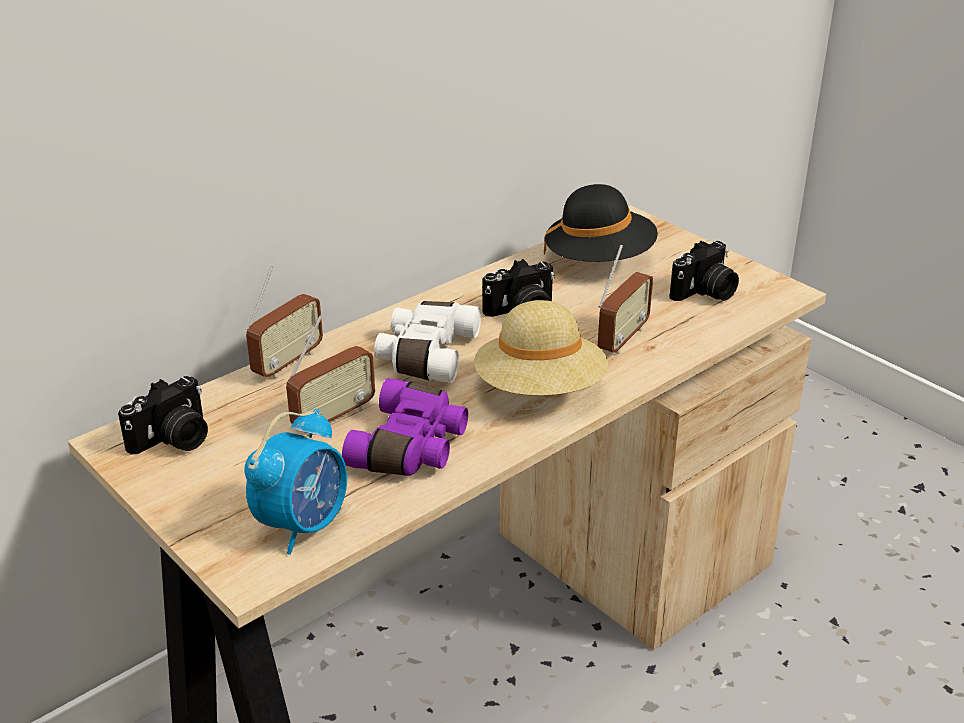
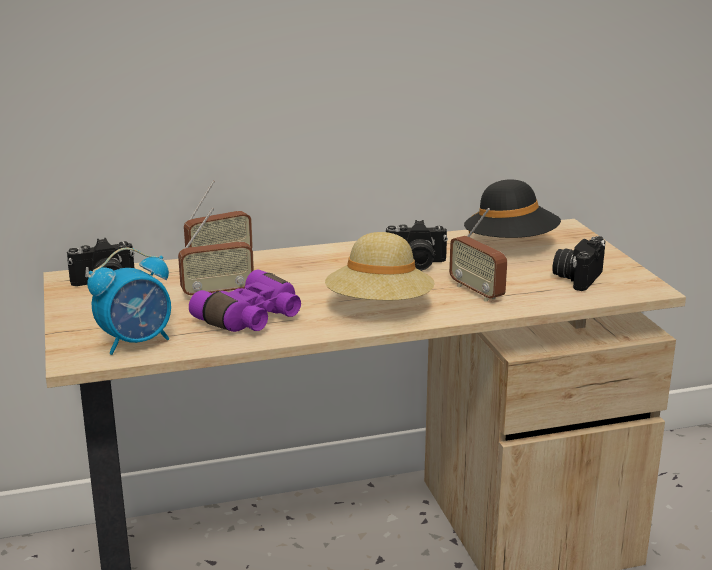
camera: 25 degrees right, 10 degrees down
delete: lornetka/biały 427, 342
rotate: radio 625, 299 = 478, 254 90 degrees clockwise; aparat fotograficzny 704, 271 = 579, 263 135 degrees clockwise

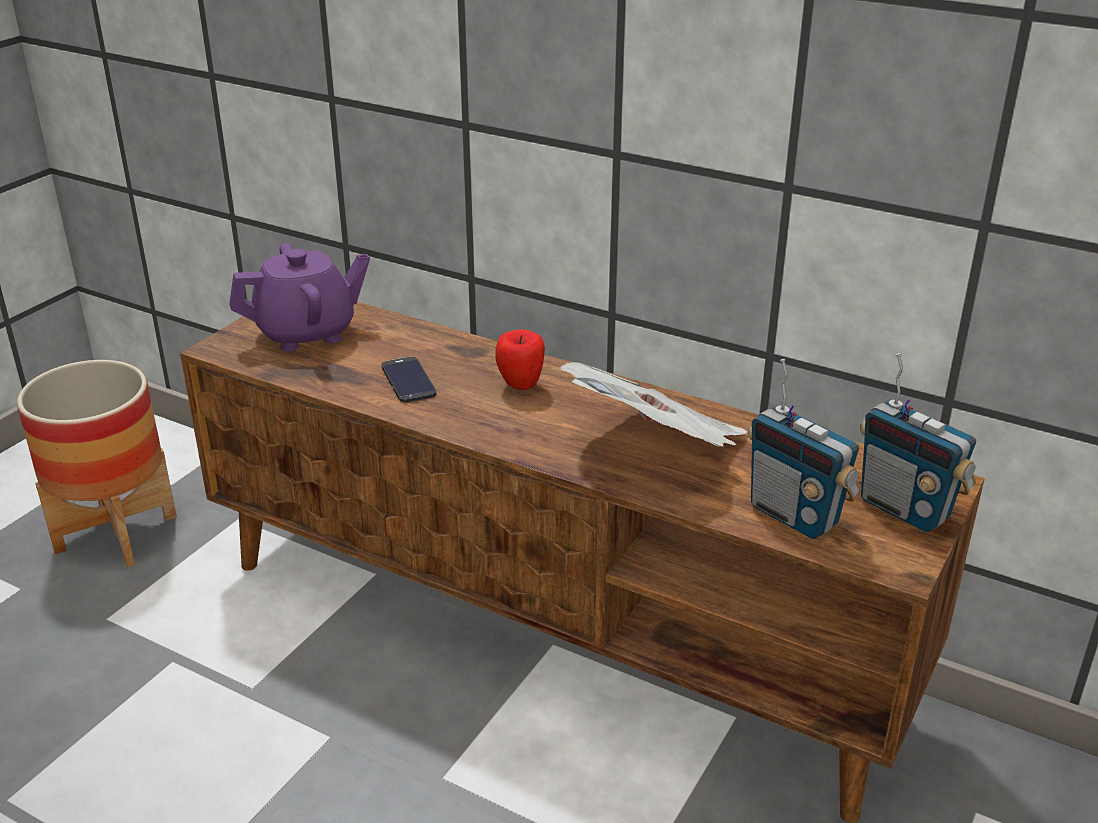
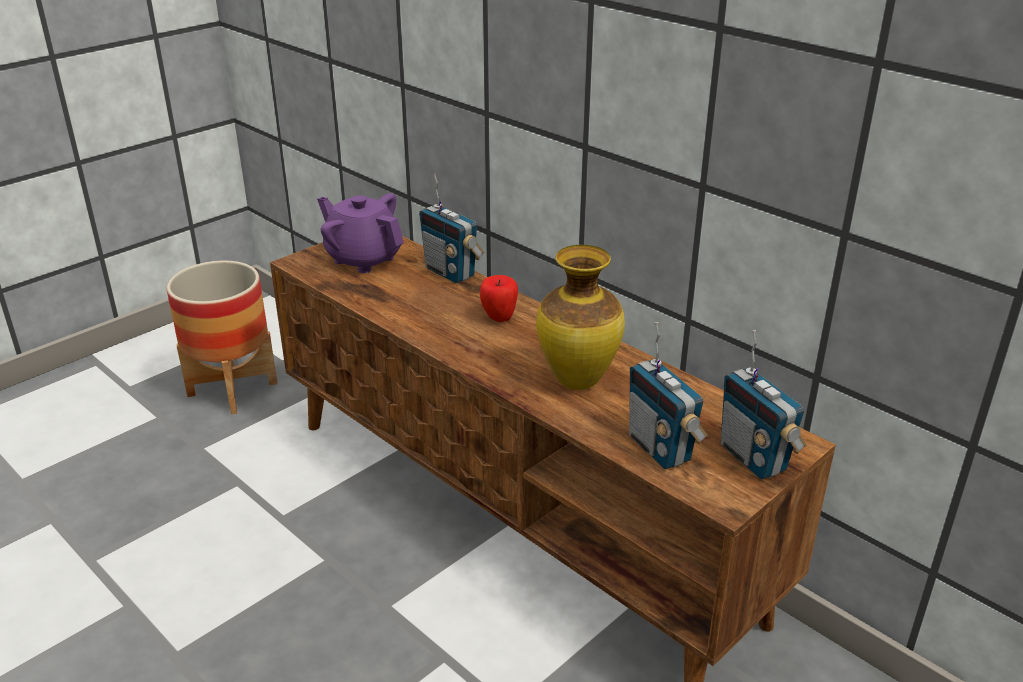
camera: 15 degrees right, 0 degrees up
delete: telefon 409, 380
insert: radio 451, 228
replace: gazeta 654, 405 to wazon 580, 317
rotate: imbryk/fioletowy 299, 297 = 360, 233 135 degrees counterclockwise

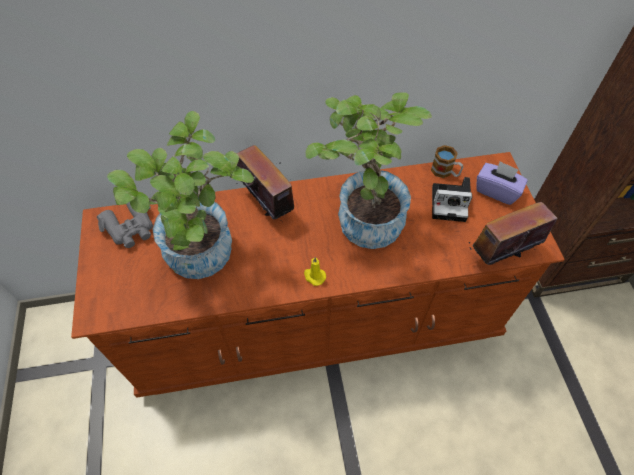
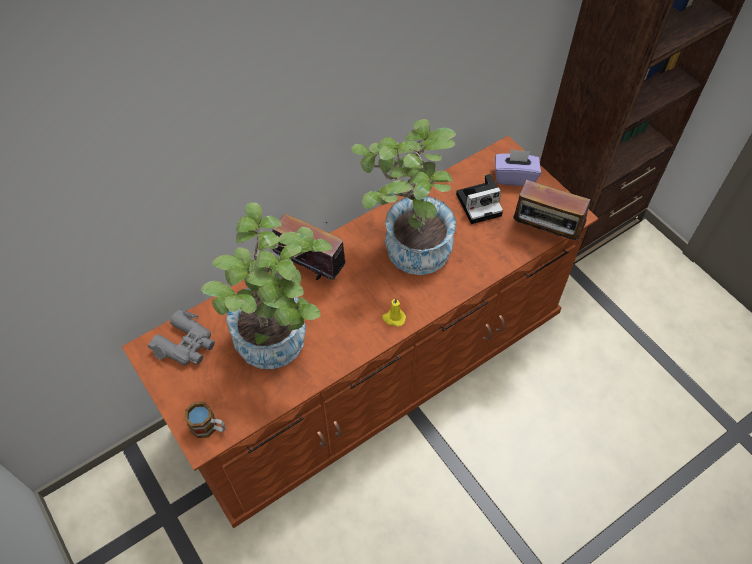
camera: 25 degrees left, 0 degrees up
move: kubek 447, 161 to 205, 419
rotate: radio 513, 230 = 551, 212 105 degrees counterclockwise

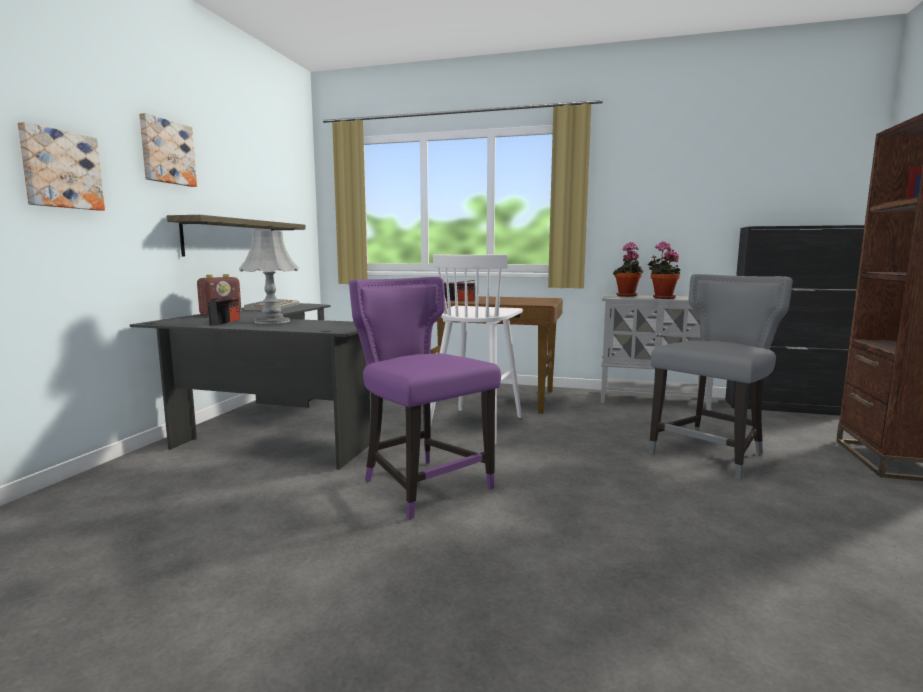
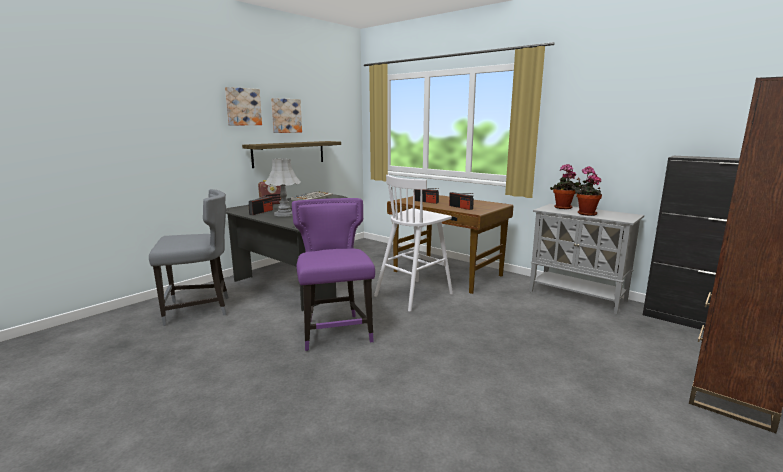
camera: 25 degrees right, 5 degrees up
insert: radio 461, 201
move: obraz 61, 166 to 286, 115; krzesło/szary 721, 377 to 189, 257

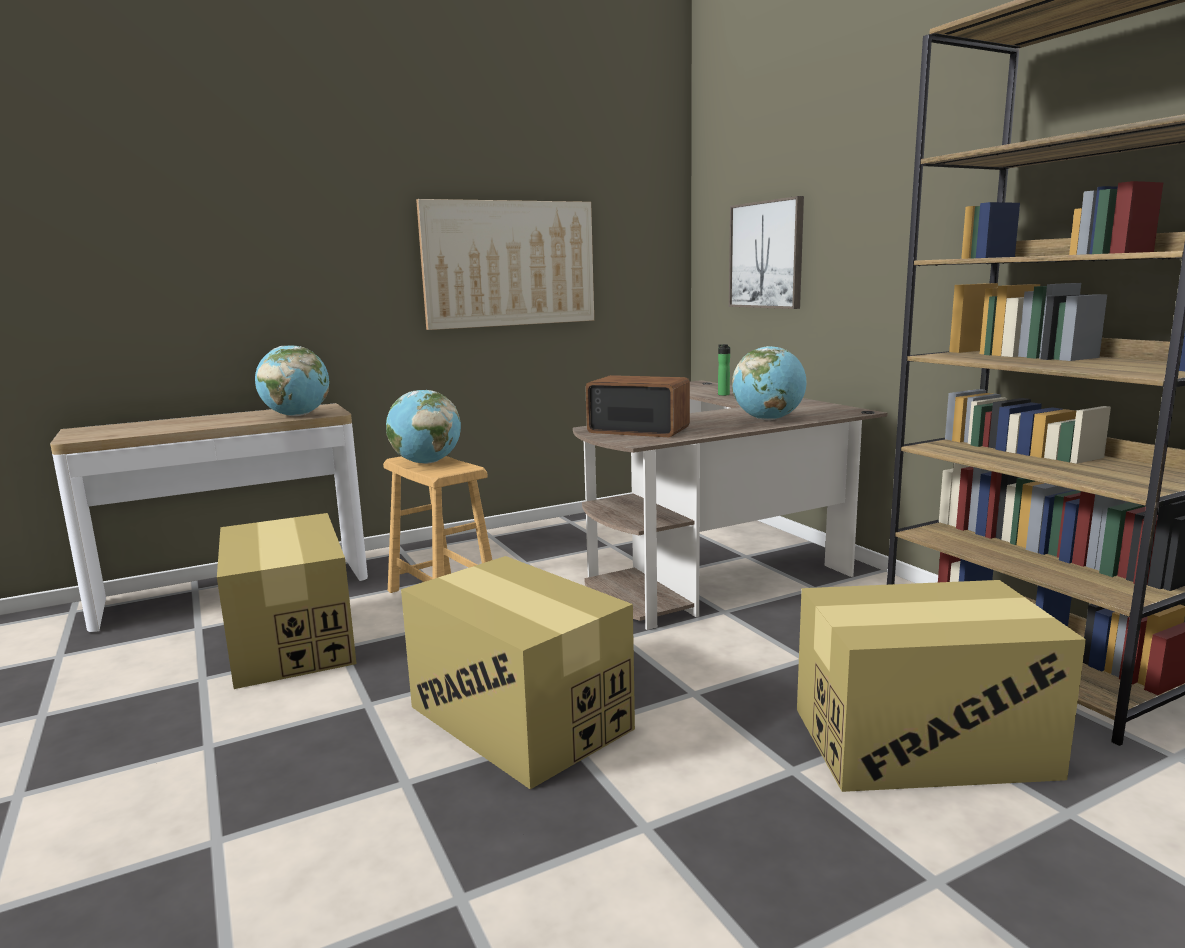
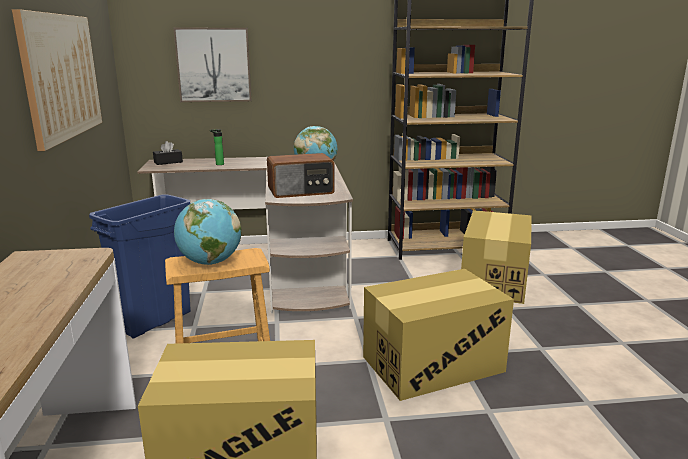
camera: 70 degrees left, 5 degrees up
delete: globus 292, 381
insert: kosz na śmieci/niebieski 140, 266; pudełko chusteczek/czarny 168, 153
rotate: radio 637, 406 = 301, 175 150 degrees counterclockwise

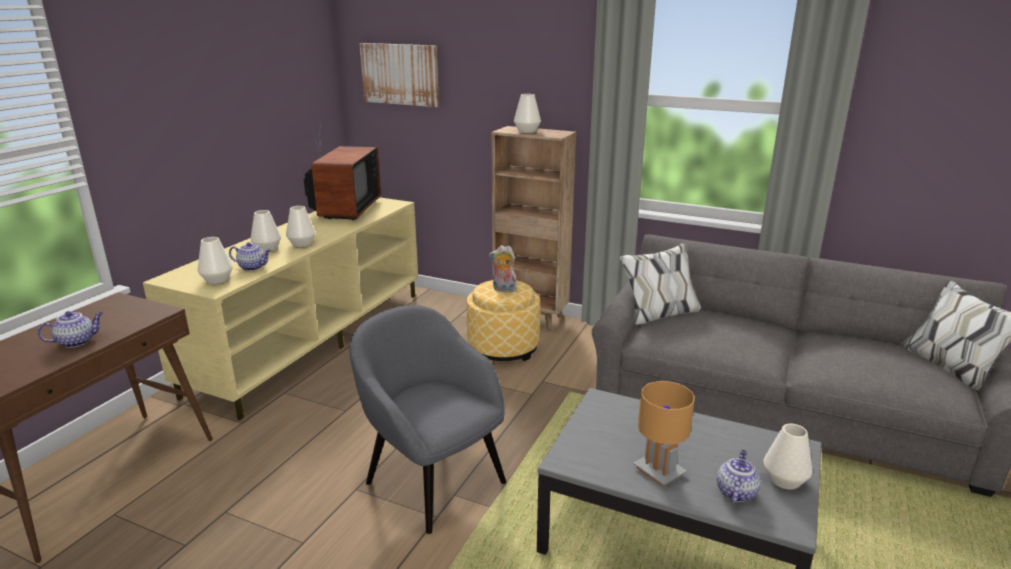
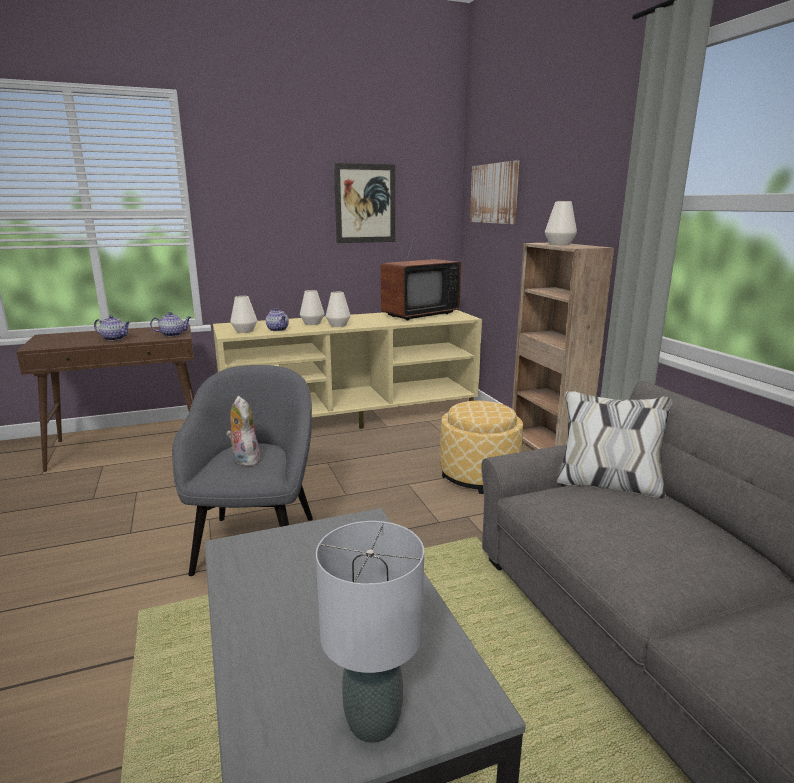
camera: 45 degrees right, 5 degrees down
delete: lampa stołowa/brązowy 664, 434
insert: obraz 364, 203
move: pluszak 503, 268 to 243, 431; imbryk 738, 476 to 170, 324
replace: wazon/biały 788, 457 to lampa stołowa/szary 370, 632

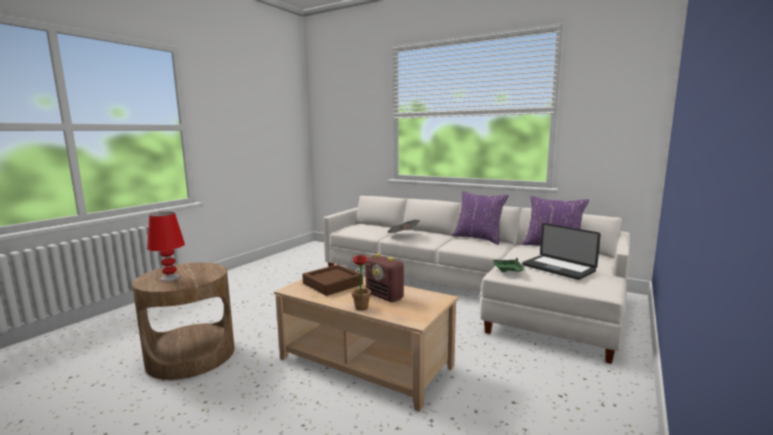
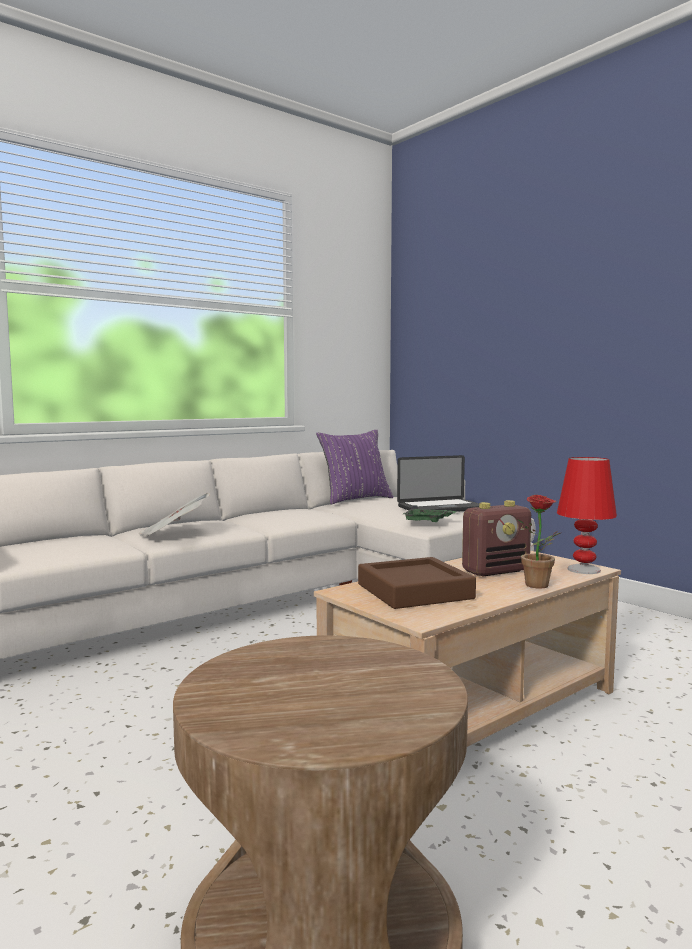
camera: 70 degrees left, 5 degrees down
delete: poduszka/fioletowy 480, 218
move: lampa stołowa/czerwony 166, 246 to 587, 515

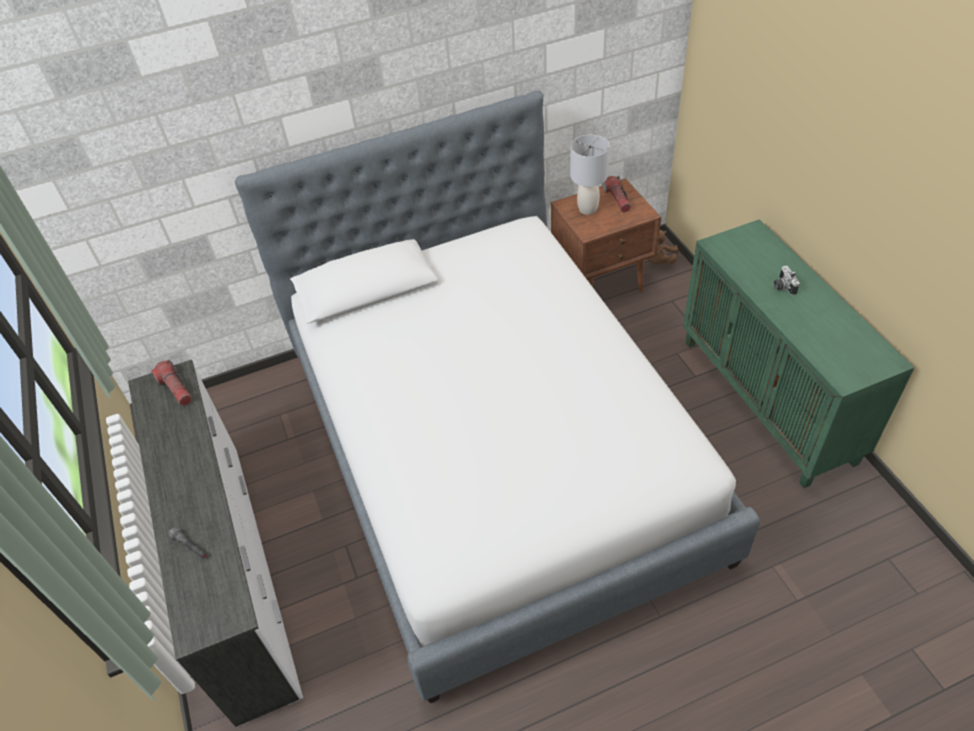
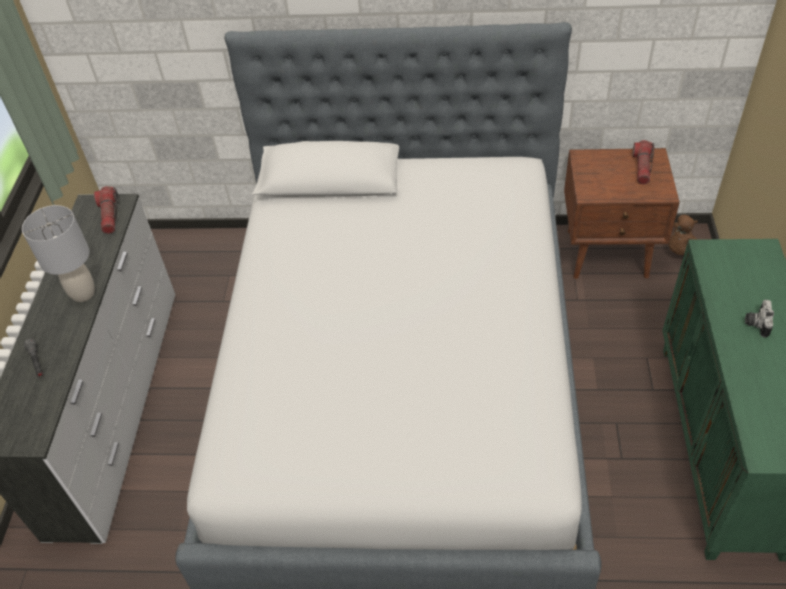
camera: 25 degrees right, 0 degrees up
move: lampa stołowa/szary 589, 175 to 58, 253

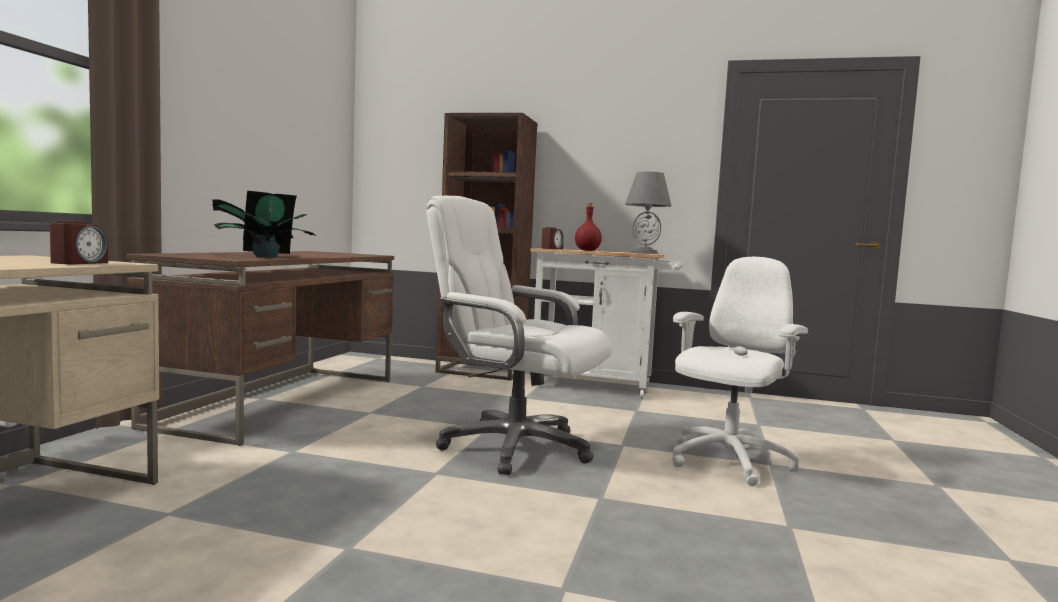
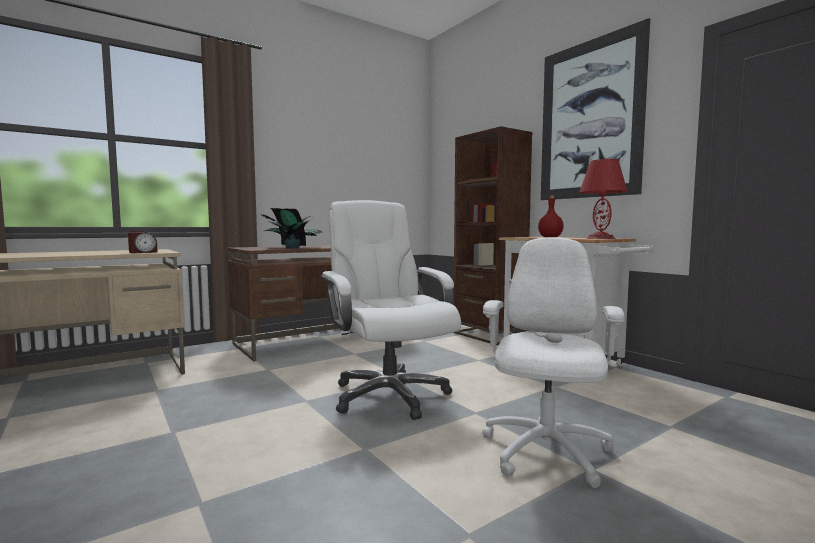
camera: 40 degrees right, 0 degrees up
delete: budzik 552, 238
insert: obraz 595, 109
recolor: lampa stołowa/szary 648, 213 to lampa stołowa/czerwony 603, 199
rotate: krzesło biurowe/biały 740, 371 = 553, 362 60 degrees counterclockwise

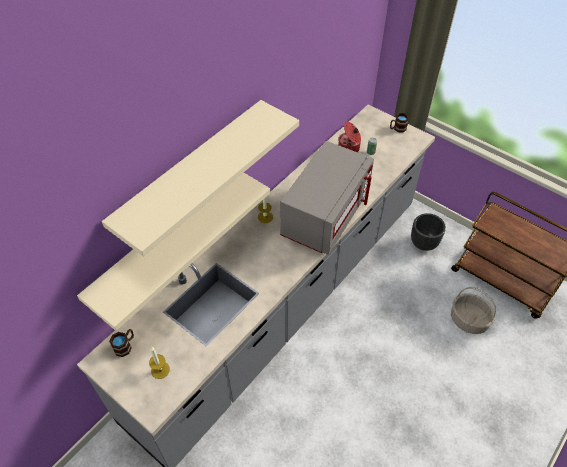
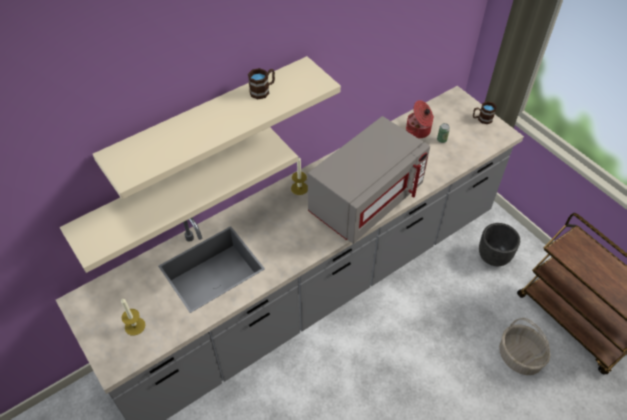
camera: 15 degrees right, 0 degrees up
move: kubek/brązowy 121, 343 to 261, 83

